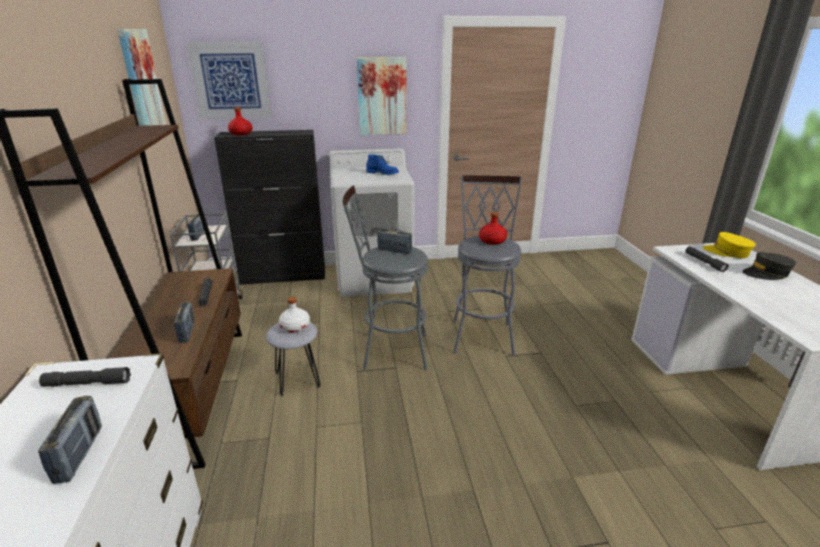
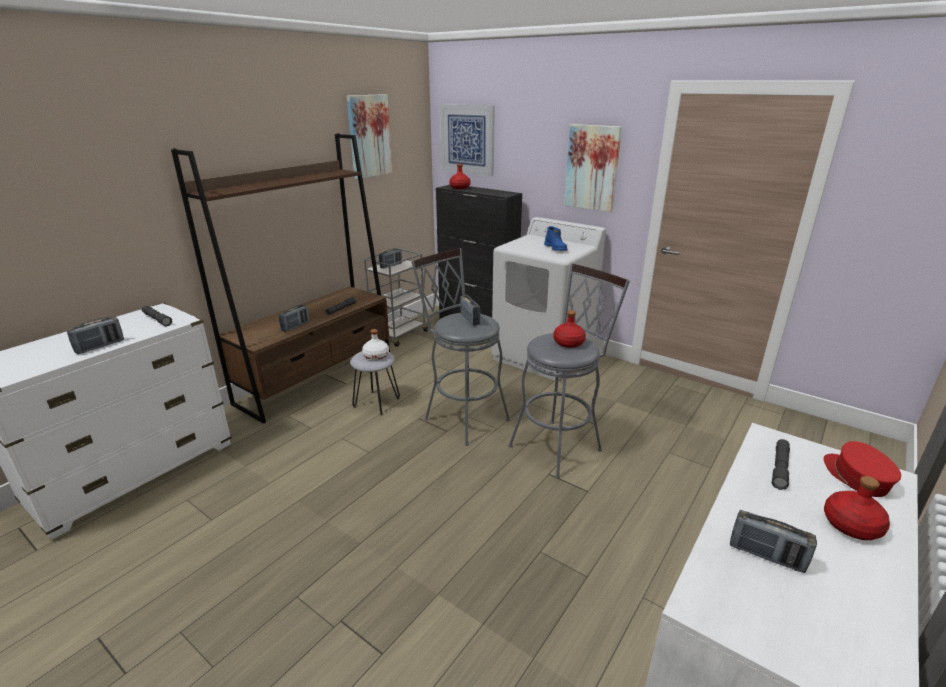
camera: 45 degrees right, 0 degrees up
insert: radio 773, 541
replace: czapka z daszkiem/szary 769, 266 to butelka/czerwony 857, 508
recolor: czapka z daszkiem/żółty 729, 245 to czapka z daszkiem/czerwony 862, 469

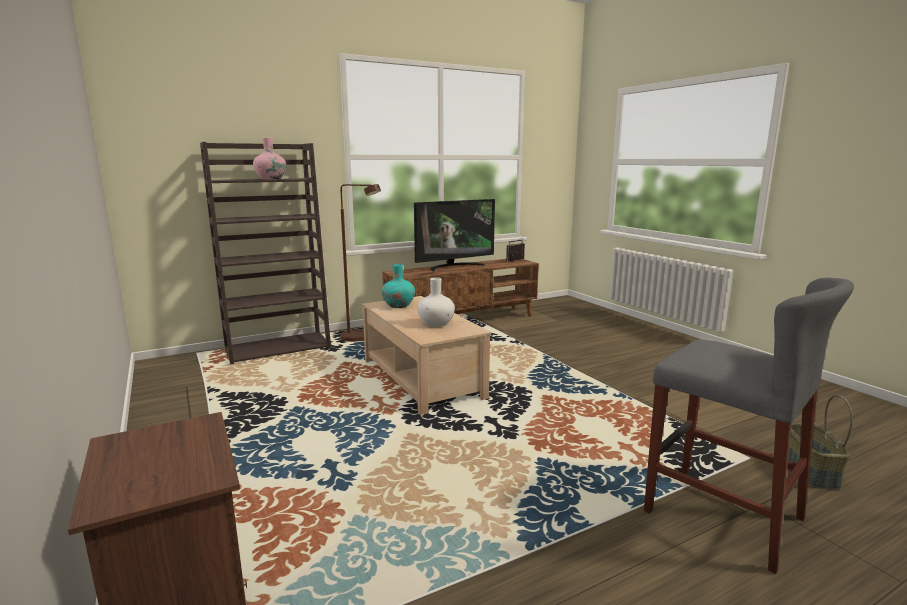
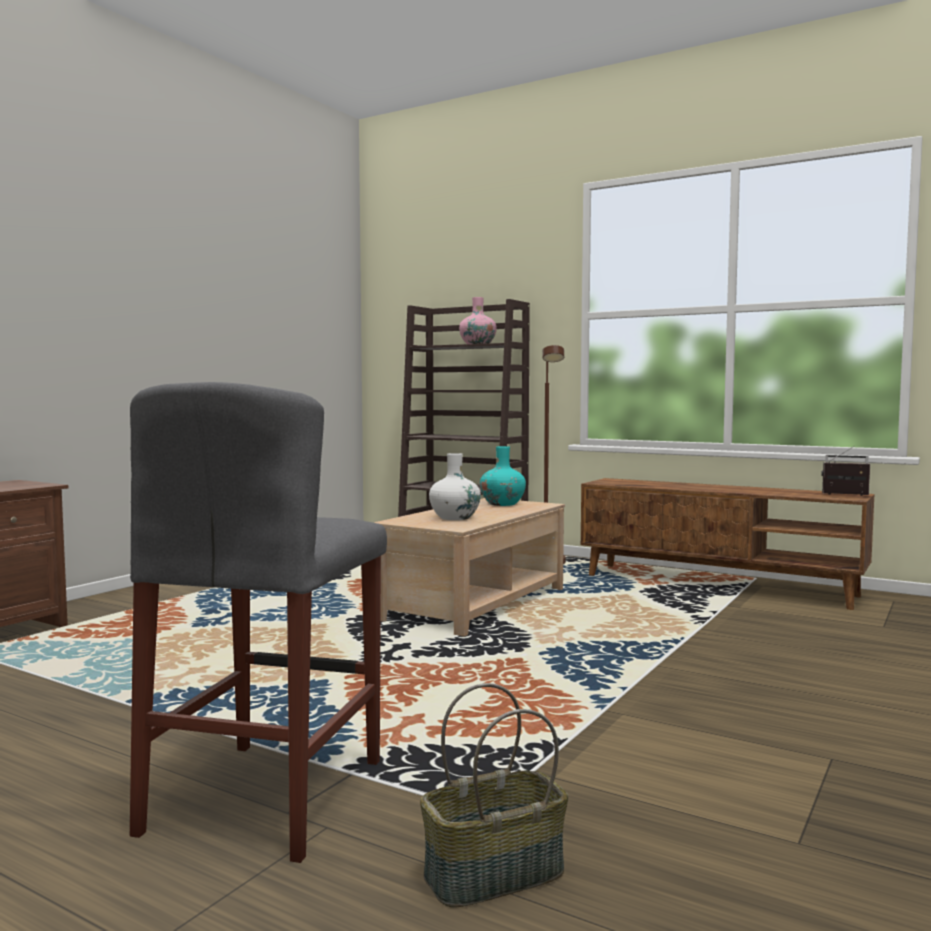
camera: 60 degrees right, 10 degrees down
delete: telewizor 454, 235

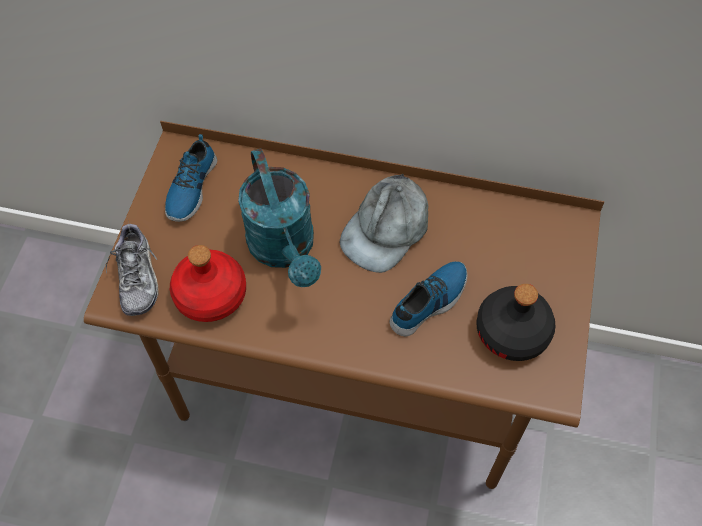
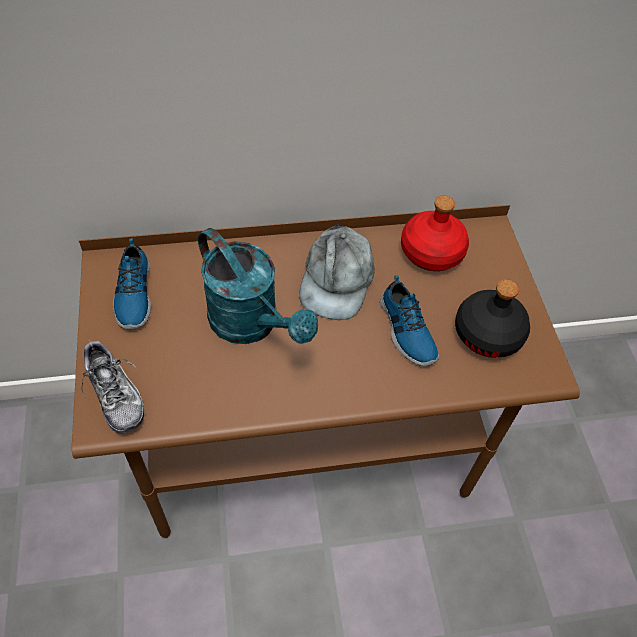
camera: 25 degrees left, 5 degrees down
move: butelka/czerwony 208, 283 to 435, 233
rotate: but 428, 299 = 409, 320 135 degrees clockwise

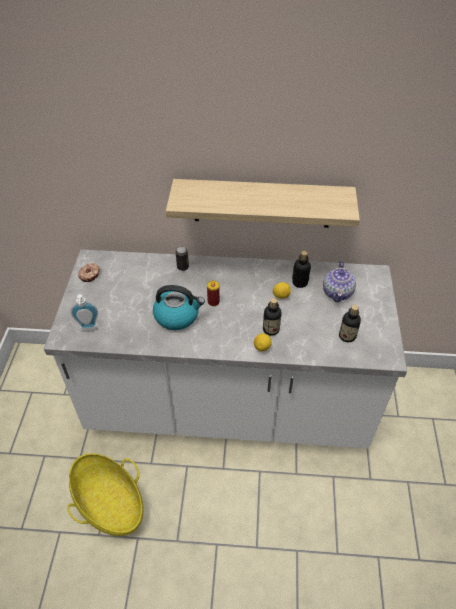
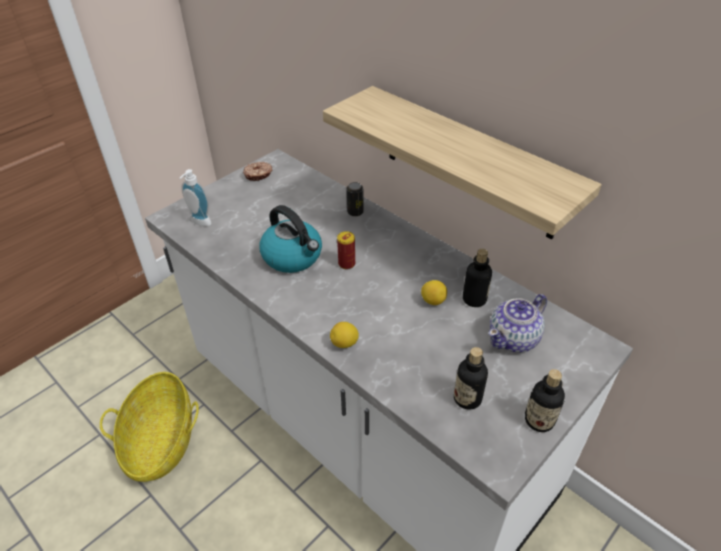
camera: 40 degrees right, 5 degrees down
move: butelka 272, 317 to 545, 400

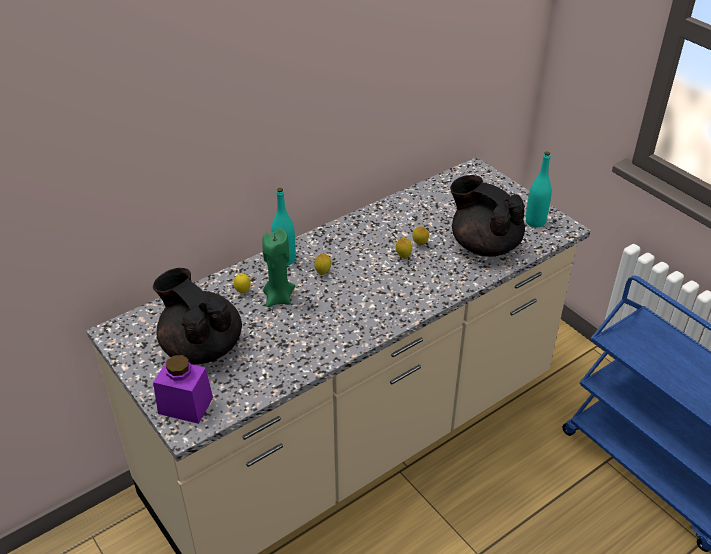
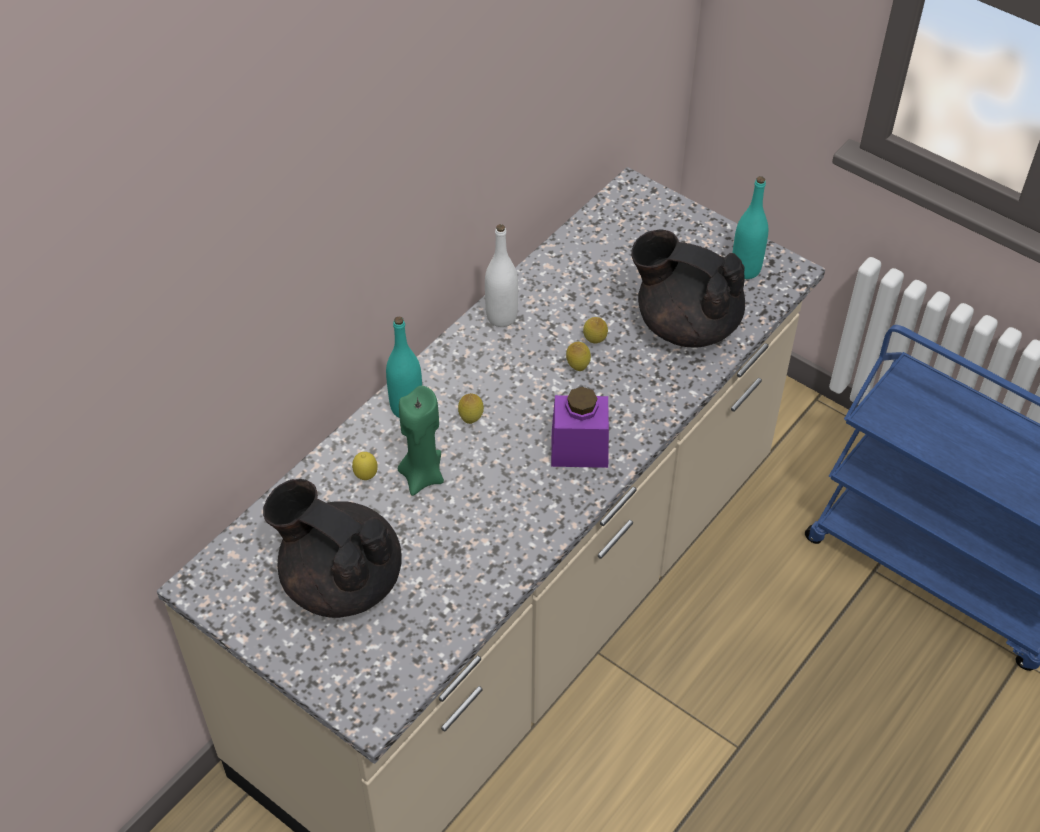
camera: 15 degrees left, 10 degrees up
insert: butelka/biały 501, 275
move: słoik/fioletowy 183, 389 to 580, 427

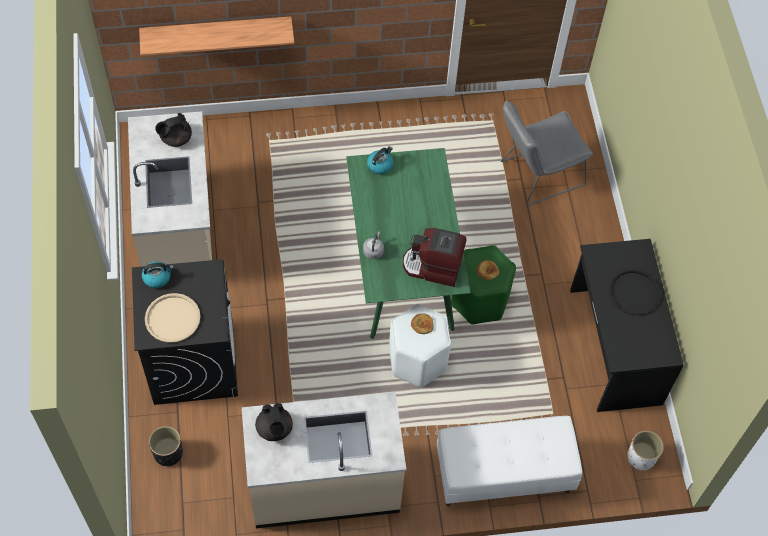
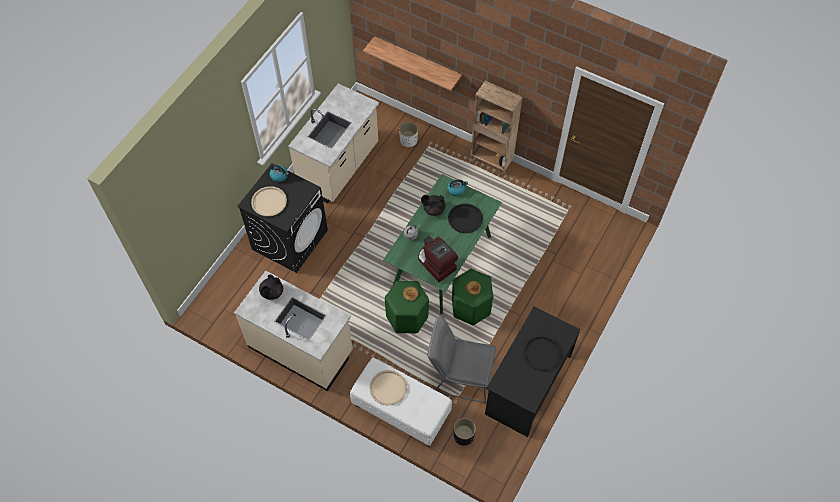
camera: 40 degrees right, 0 degrees up
insert: taca/beżowy 388, 388; taca/czarny 465, 218; regał/brązowy 497, 128
move: donica/czarny 166, 446 to 465, 432; imbryk/czarny 173, 130 to 433, 205; krzesło/szary 547, 153 to 461, 359; donica/biały 645, 451 to 408, 134
recolor: stołek/biały 420, 345 to stołek/zielony 407, 307

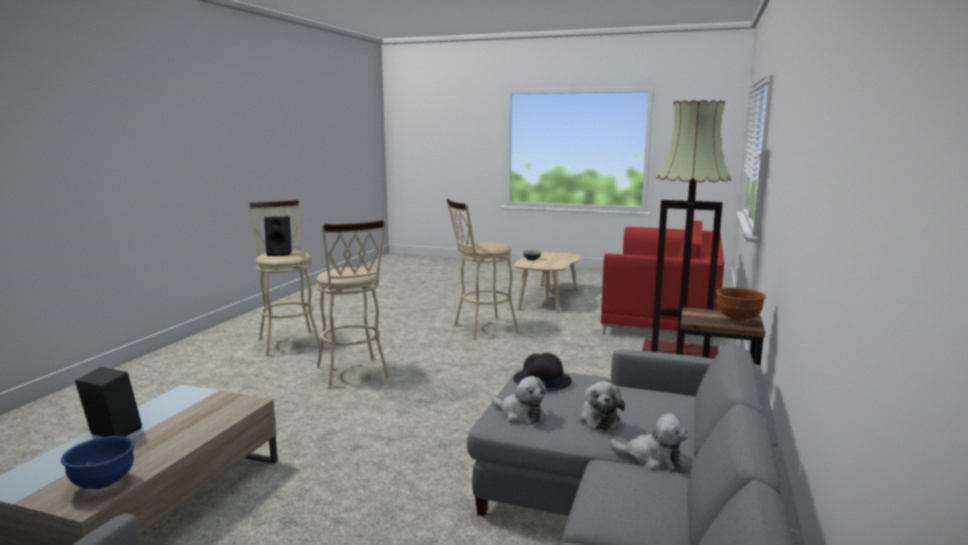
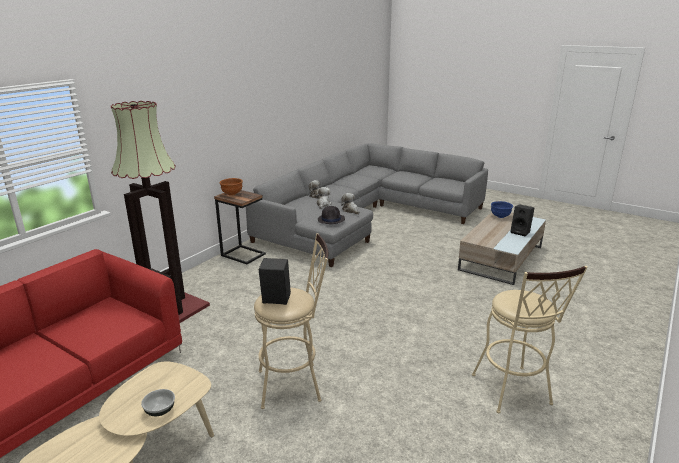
camera: 165 degrees left, 10 degrees up
delete: stołek/beżowy 353, 304
move: głośnik/czarny 278, 236 to 274, 281

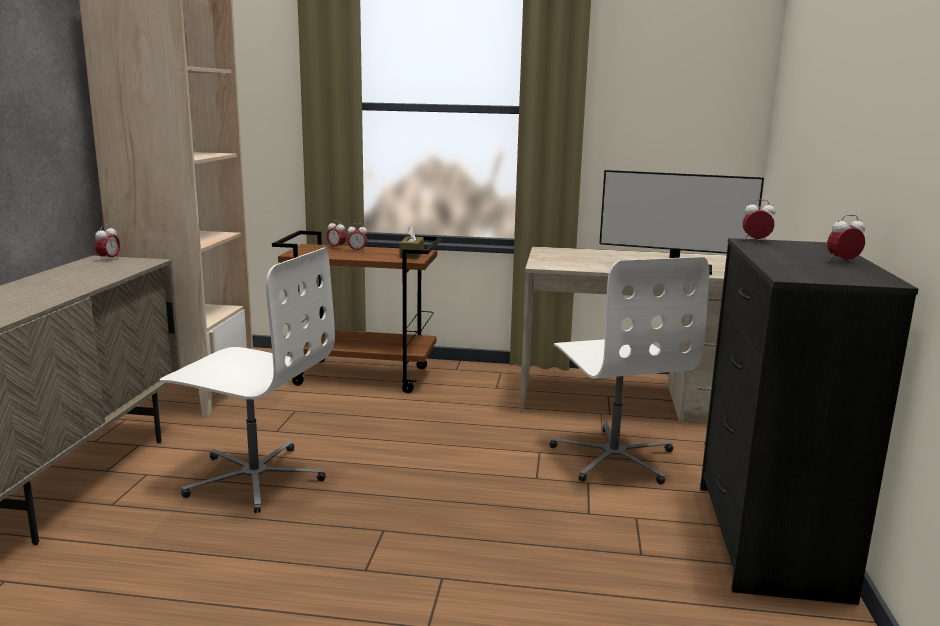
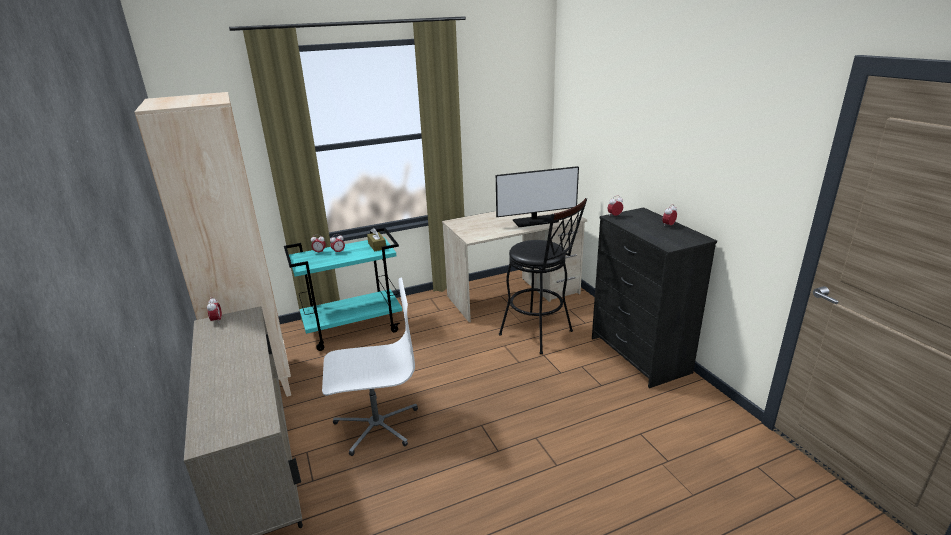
camera: 30 degrees left, 10 degrees up
replace: krzesło biurowe/biały 629, 370 to stołek/czarny 543, 276
recolor: wózek/brązowy 357, 312 to wózek/turkusowy 343, 289

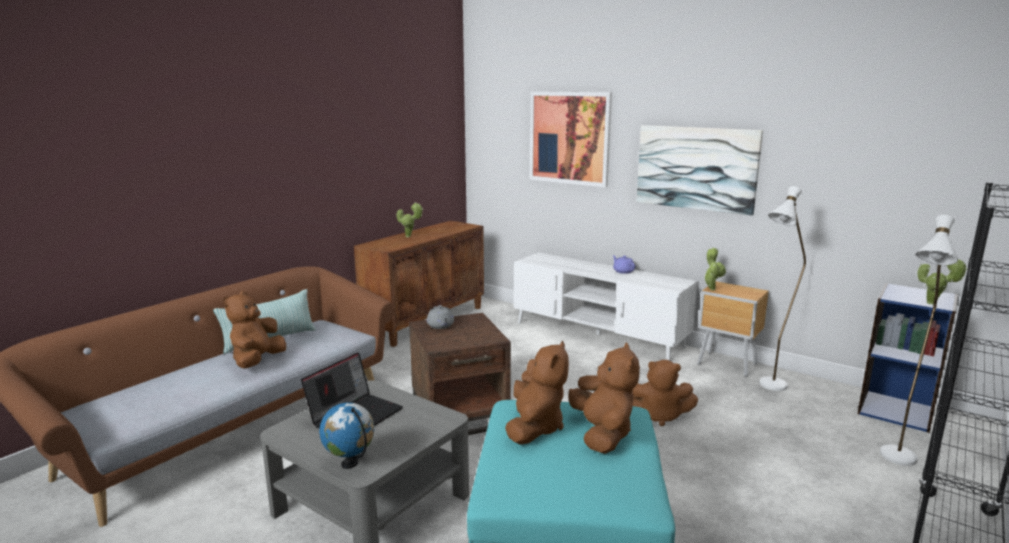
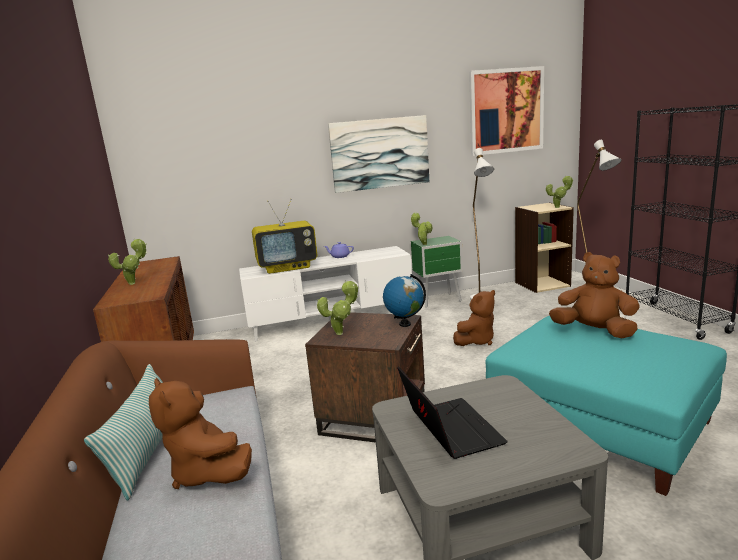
camera: 50 degrees left, 0 degrees up
delete: pluszak/brązowy 537, 393
insert: telewizor 284, 236
move: globus 346, 435 to 404, 300; obraz 571, 139 to 506, 111
replace: imbryk/szary 440, 317 to roślina doniczkowa 338, 307
recolor: szafka nocna/brązowy 733, 329 to szafka nocna/zielony 437, 272; regał/niebieski 908, 358 to regał/beżowy 544, 248

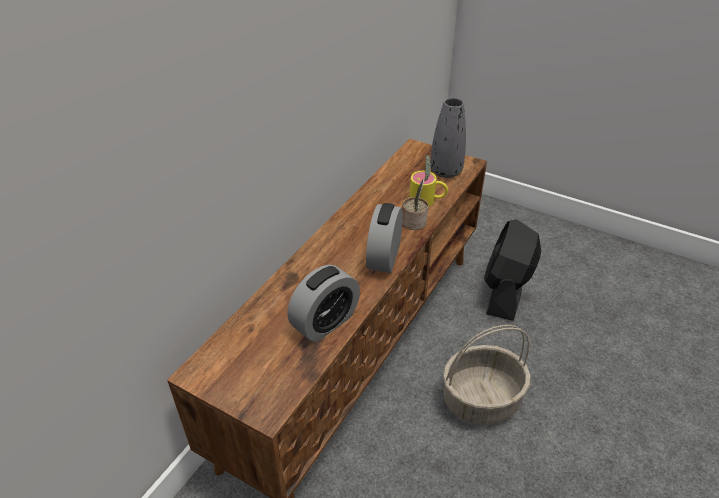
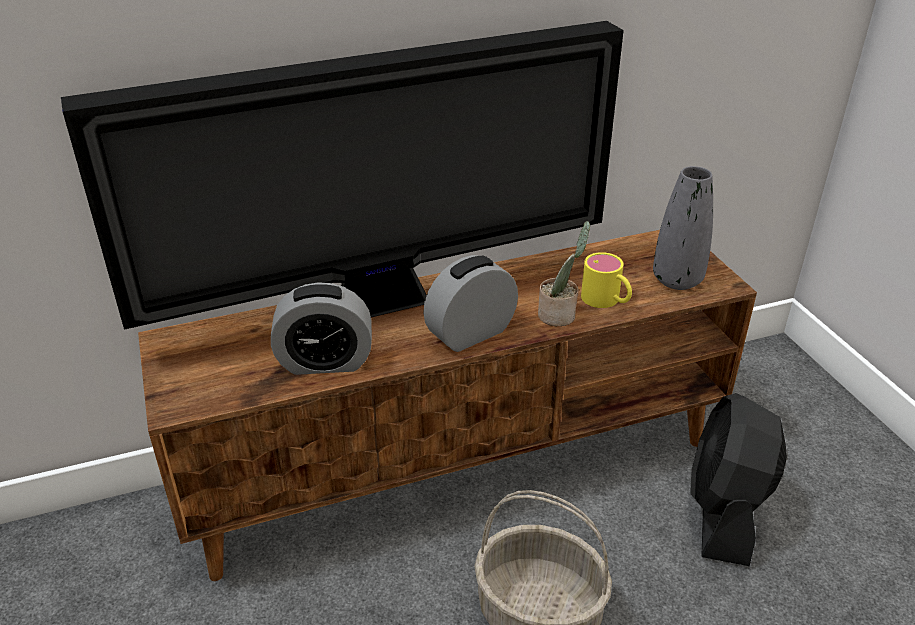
camera: 40 degrees right, 5 degrees down
insert: telewizor 342, 175
rotate: wentylator/czarny 512, 270 = 738, 479 45 degrees counterclockwise

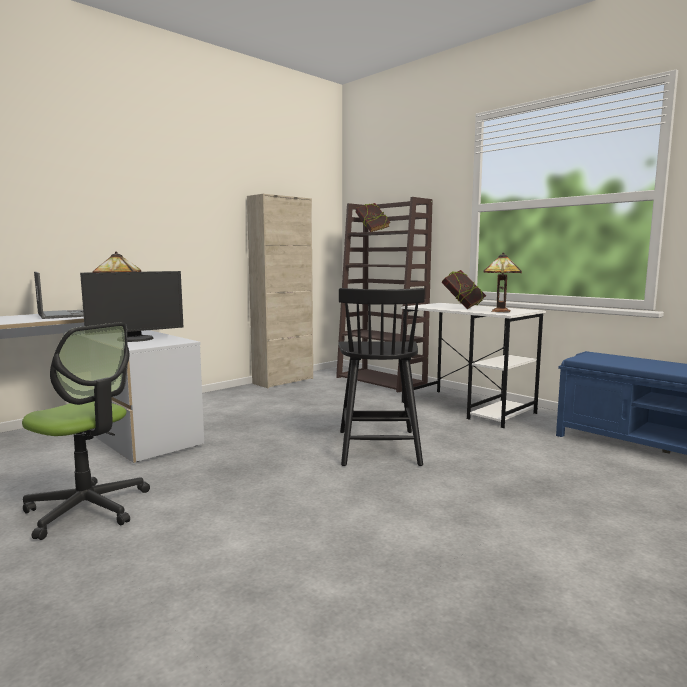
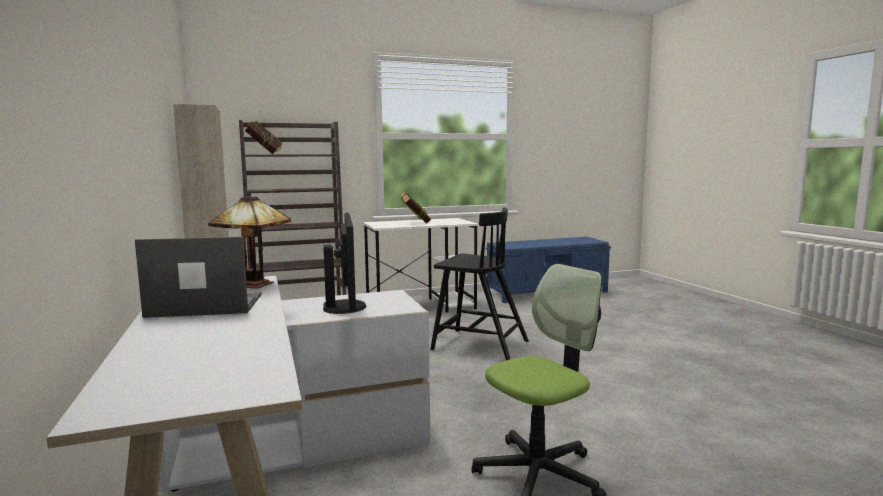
camera: 65 degrees left, 0 degrees up
delete: lampa stołowa 503, 282

